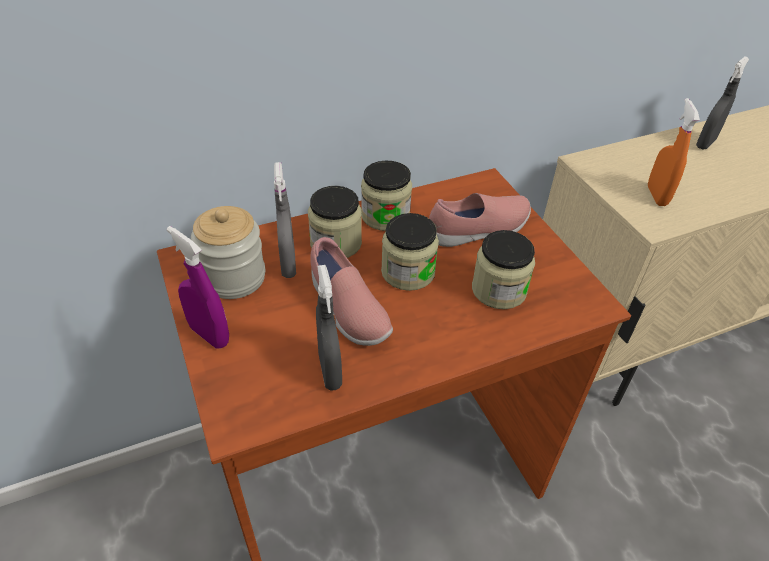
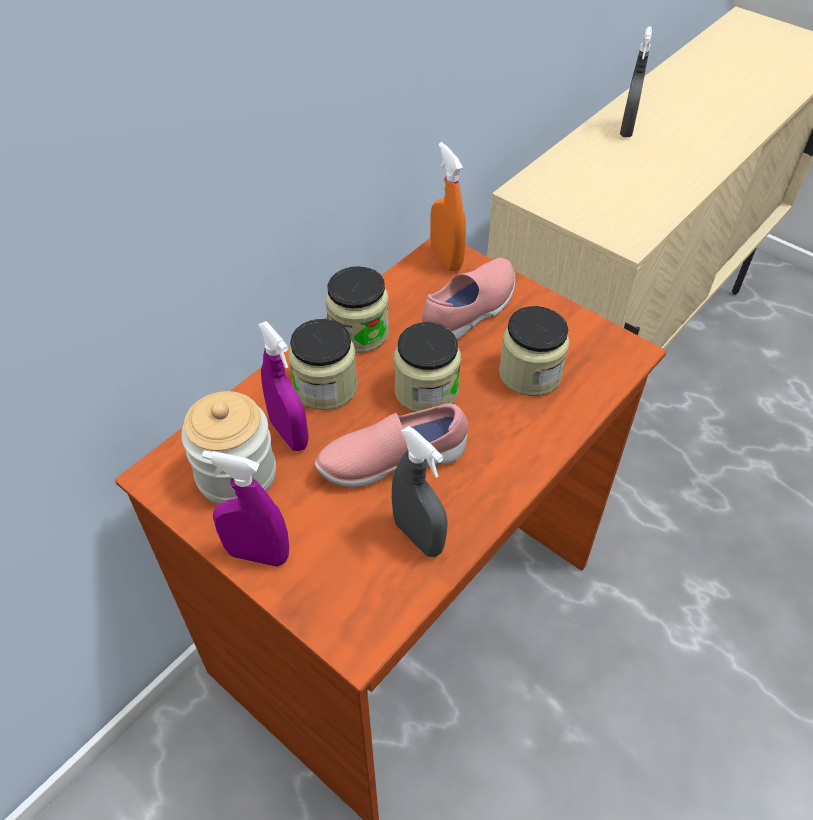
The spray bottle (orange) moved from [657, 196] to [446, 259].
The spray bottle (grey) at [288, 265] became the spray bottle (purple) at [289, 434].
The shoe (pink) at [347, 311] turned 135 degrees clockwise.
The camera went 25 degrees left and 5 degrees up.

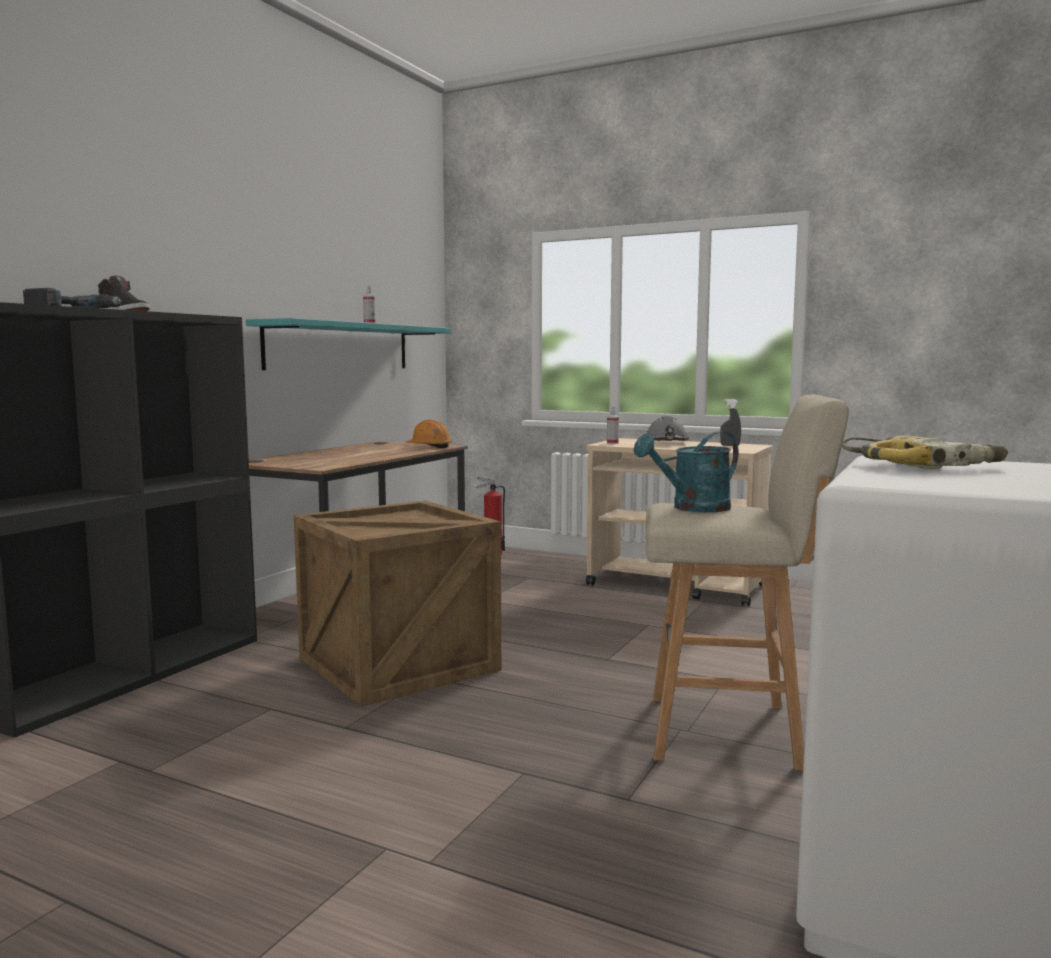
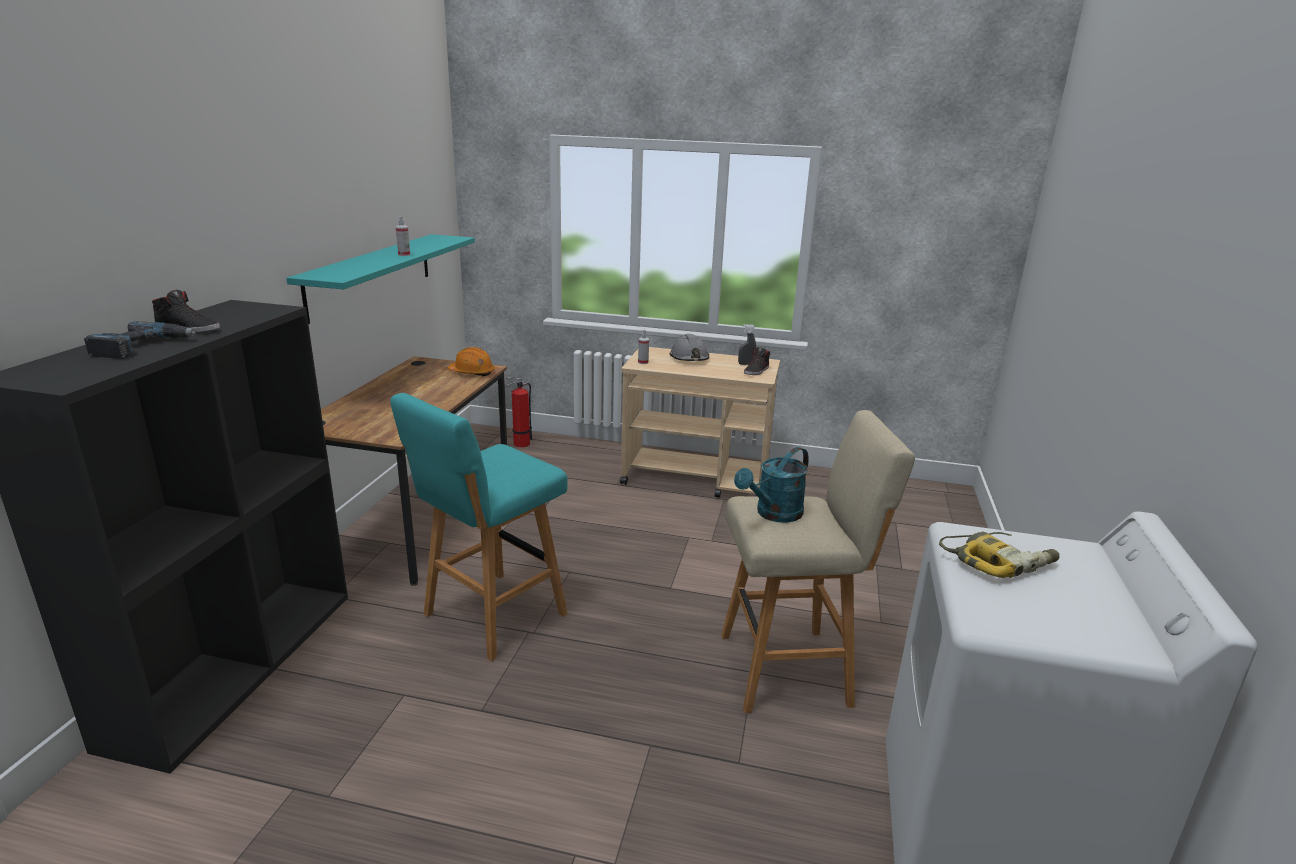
The shoe (black) at [757, 371] appeared.
The crate at [394, 663] was replaced by the stool (turquoise) at [491, 616].
The camera went 15 degrees left and 15 degrees up.

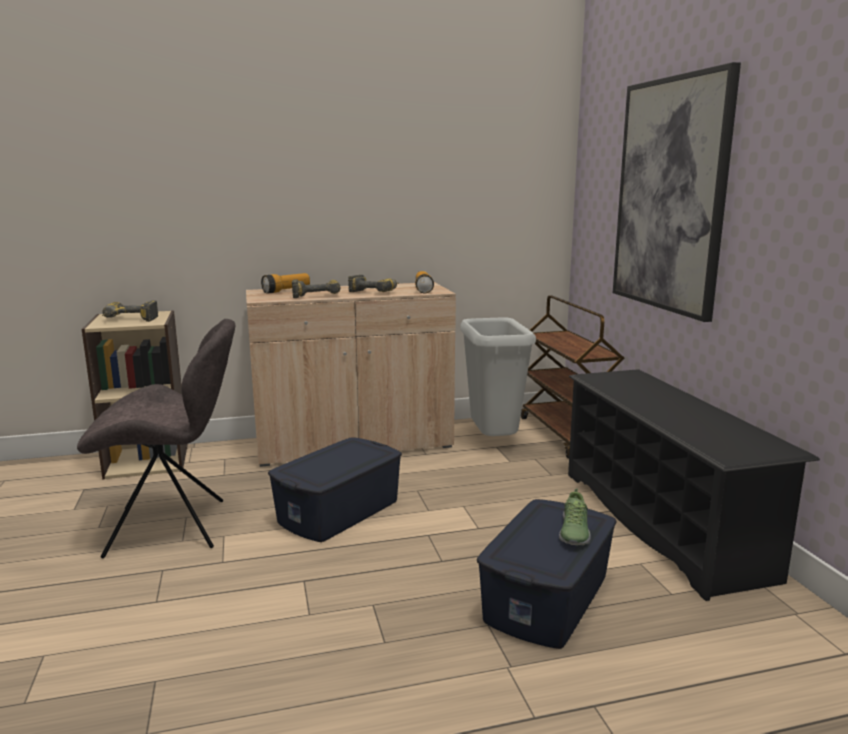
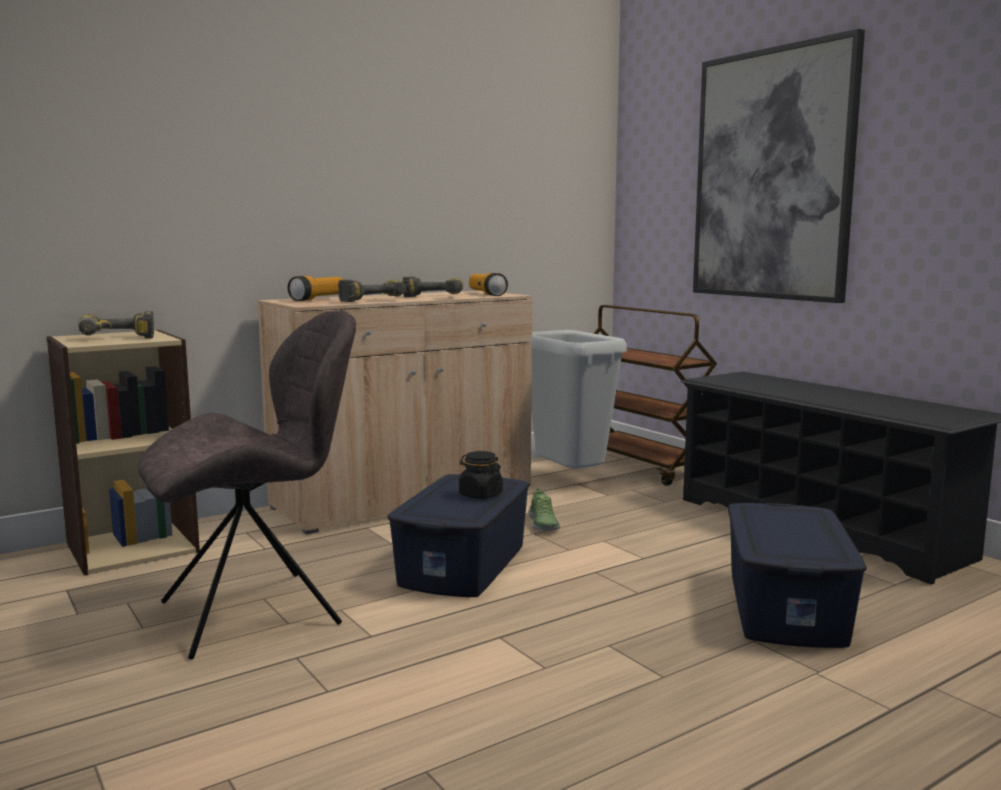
The jar (black) at [480, 495] appeared.
The shoe moved from [573, 532] to [542, 524].
The camera went 20 degrees left and 5 degrees down.

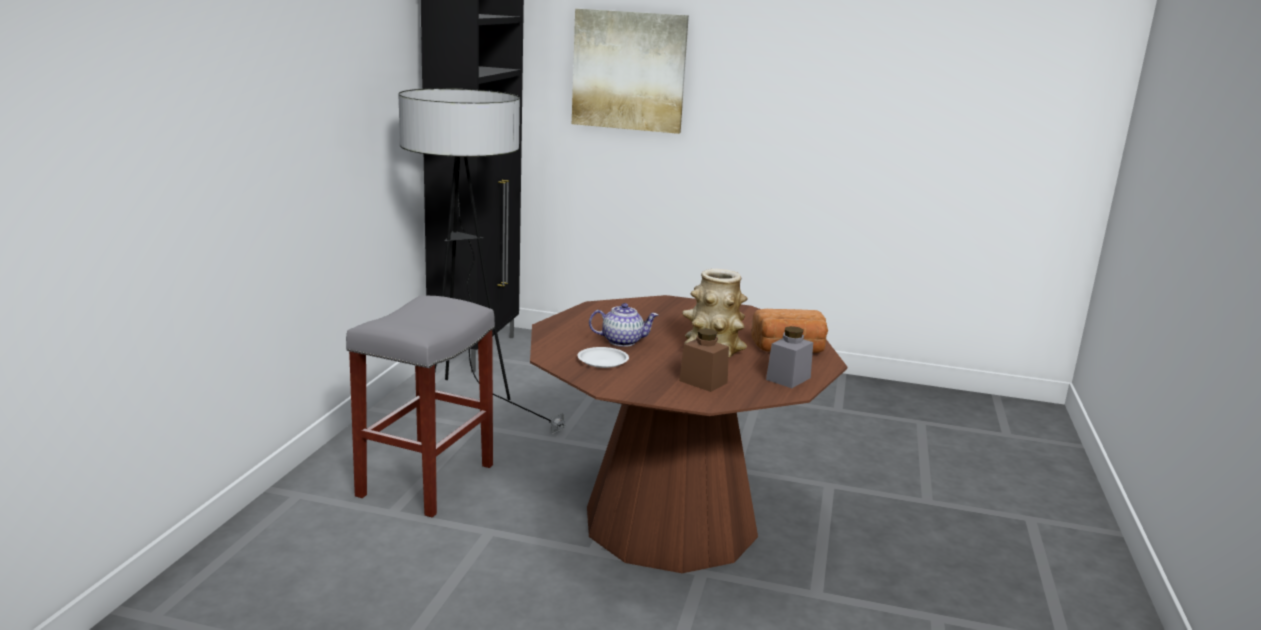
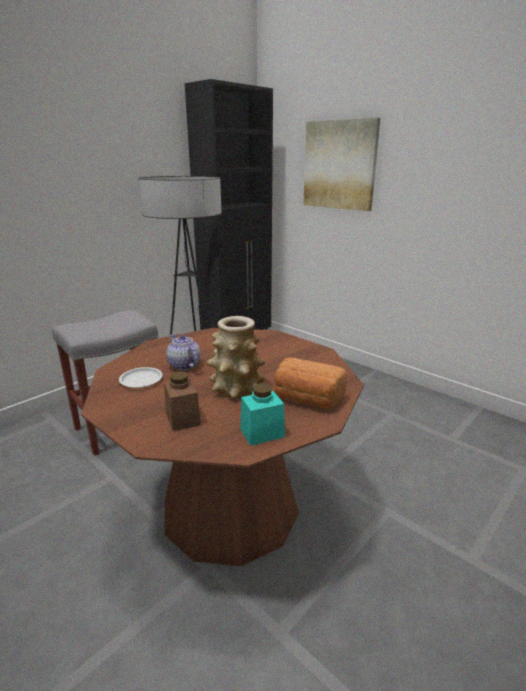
The jar (grey) at [788, 378] became the jar (turquoise) at [262, 433].
The teapot at [622, 341] turned 150 degrees counterclockwise.
The camera went 30 degrees right and 5 degrees up.

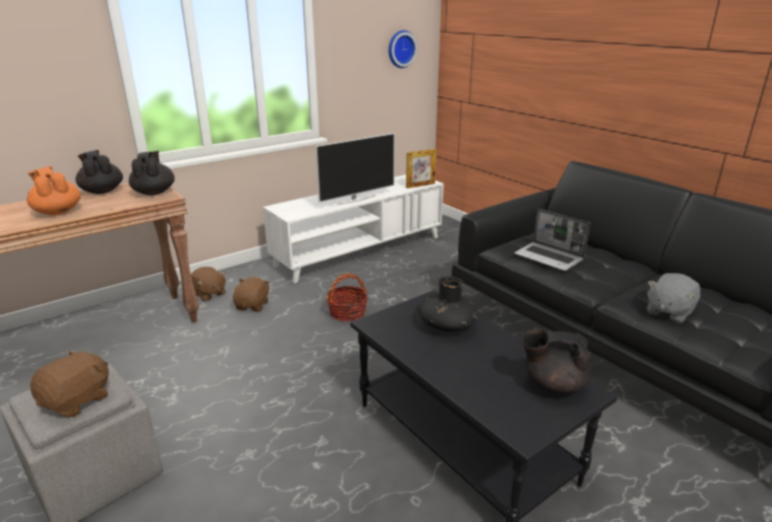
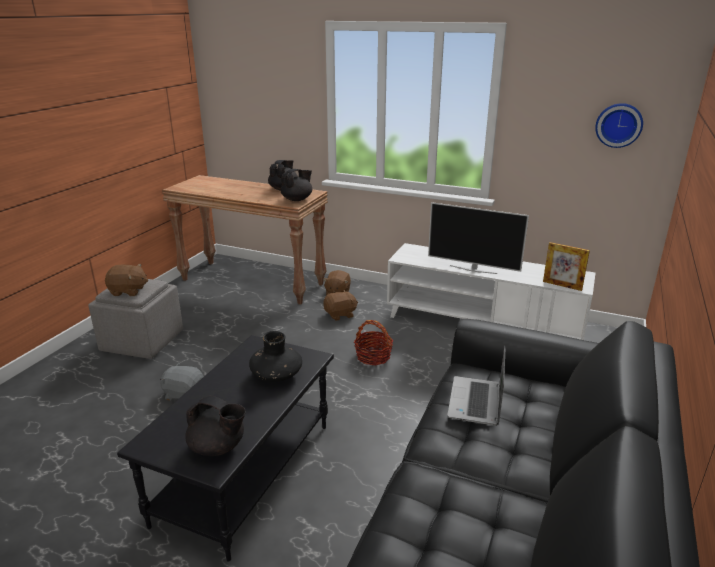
The teapot (orange) at [57, 211] disappeared.
The plush toy (grey) moved from [668, 312] to [183, 394].
The teapot (black) at [552, 384] turned 135 degrees clockwise.
The camera went 60 degrees right and 0 degrees up.

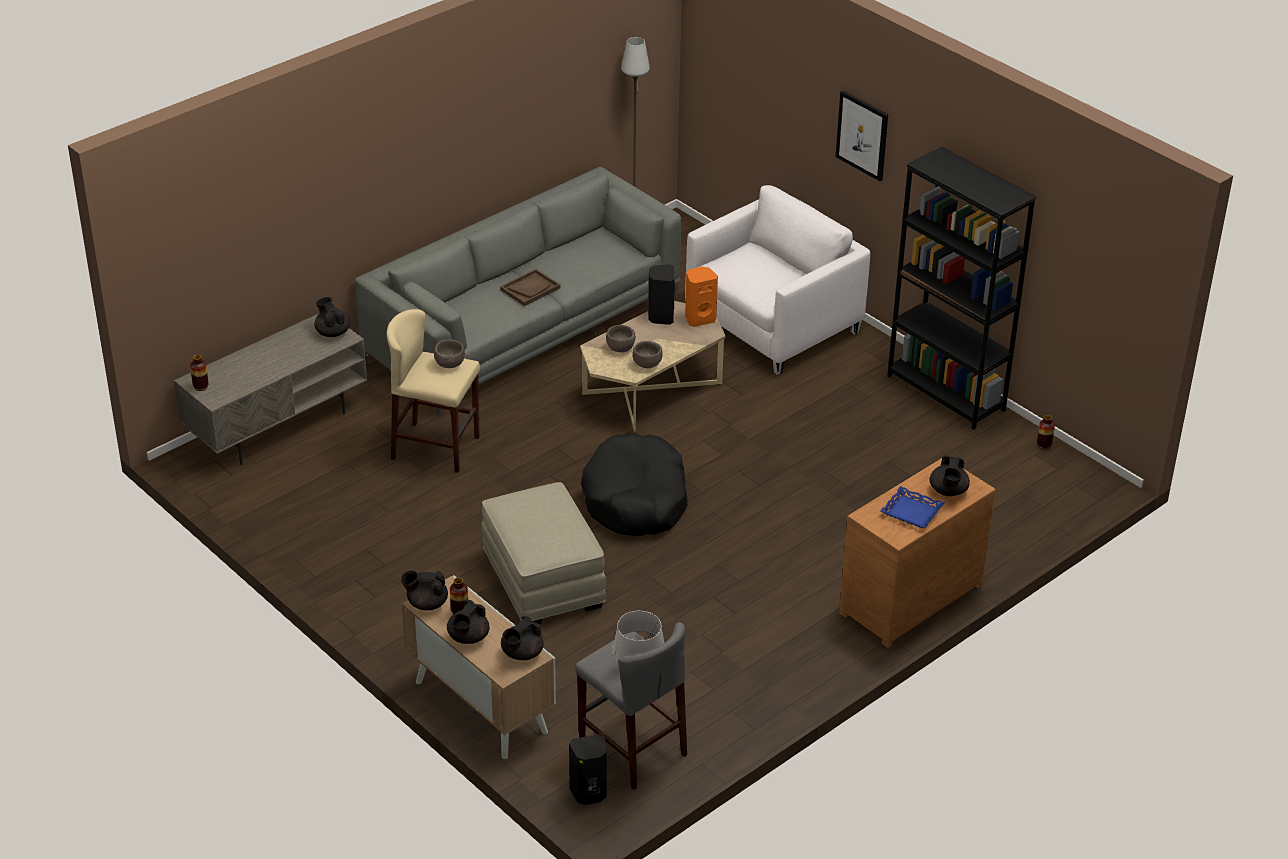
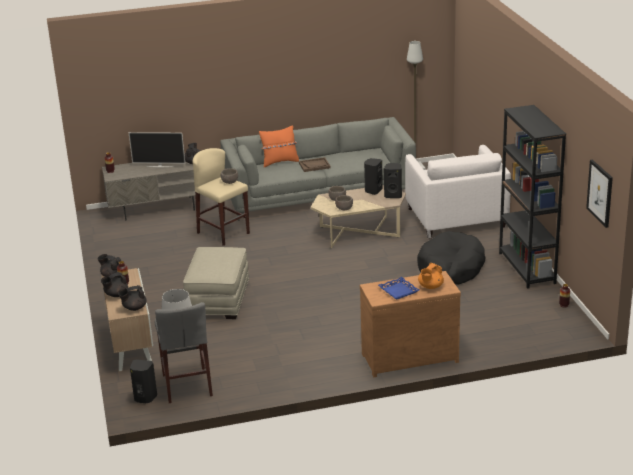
The television at [159, 166] appeared.
The pillow (orange) at [280, 162] appeared.
The dog bed (black) moved from [636, 499] to [451, 268].
The picture moved from [862, 135] to [600, 193].
The speaker (orange) at [699, 319] became the speaker (black) at [393, 195].
The teapot (black) at [948, 491] became the teapot (orange) at [430, 286].
The armchair (white) at [773, 324] turned 90 degrees clockwise.
The camera went 30 degrees right and 10 degrees down.

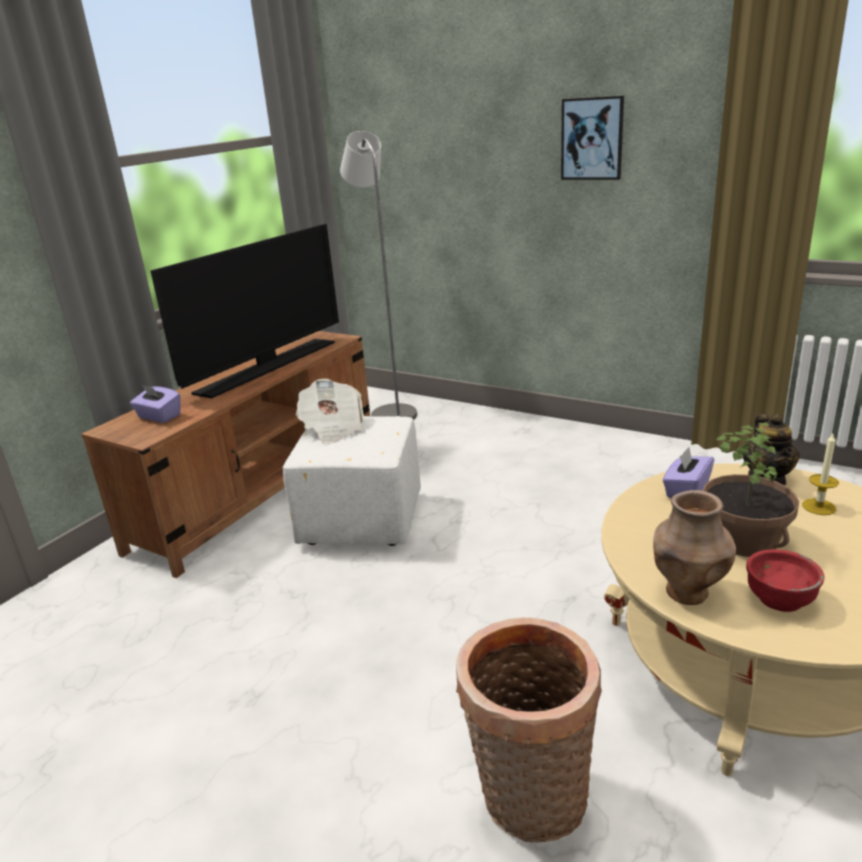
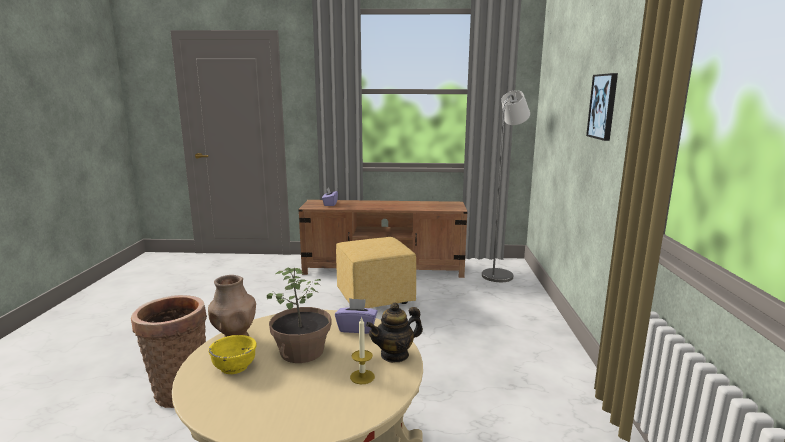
The television at [267, 367] disappeared.
The newspaper at [332, 428] disappeared.
The ottoman (white) at [360, 521] became the ottoman (yellow) at [375, 297].
The bowl (red) at [780, 599] became the bowl (yellow) at [234, 367].
The camera went 60 degrees right and 10 degrees down.

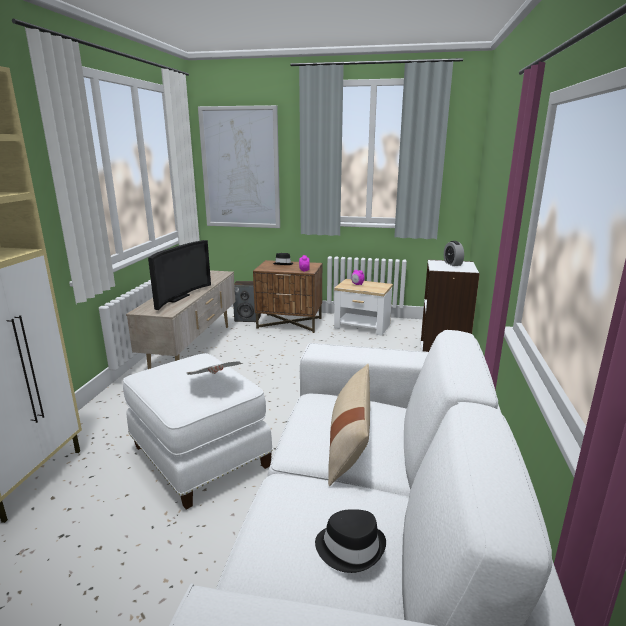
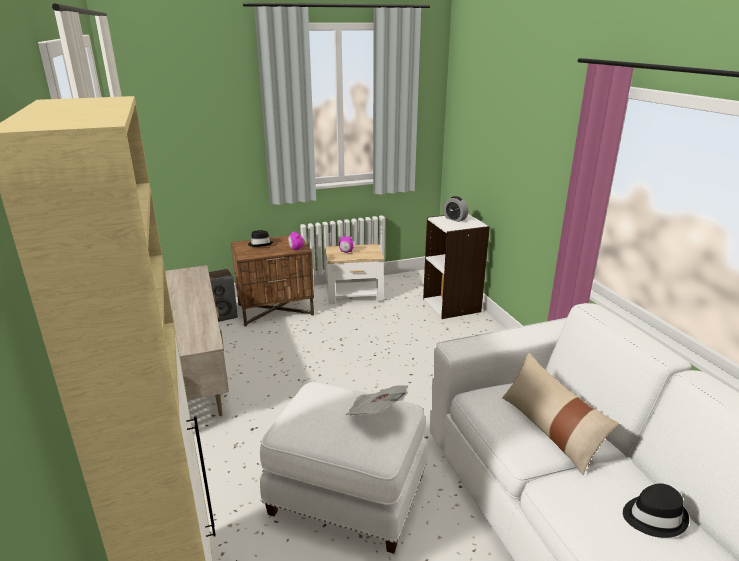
The television at [175, 298] disappeared.
The picture at [240, 168] disappeared.
The camera went 30 degrees left and 5 degrees up.

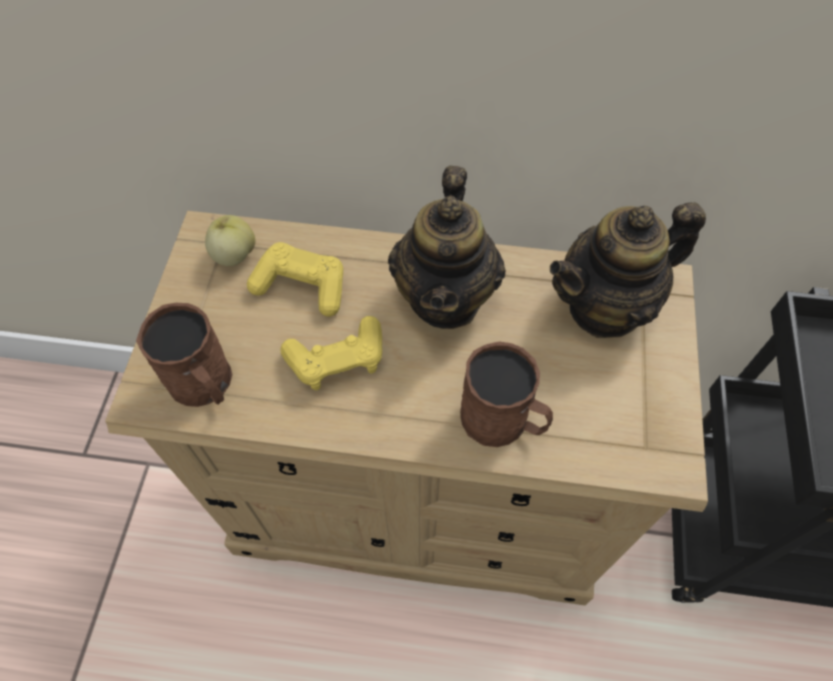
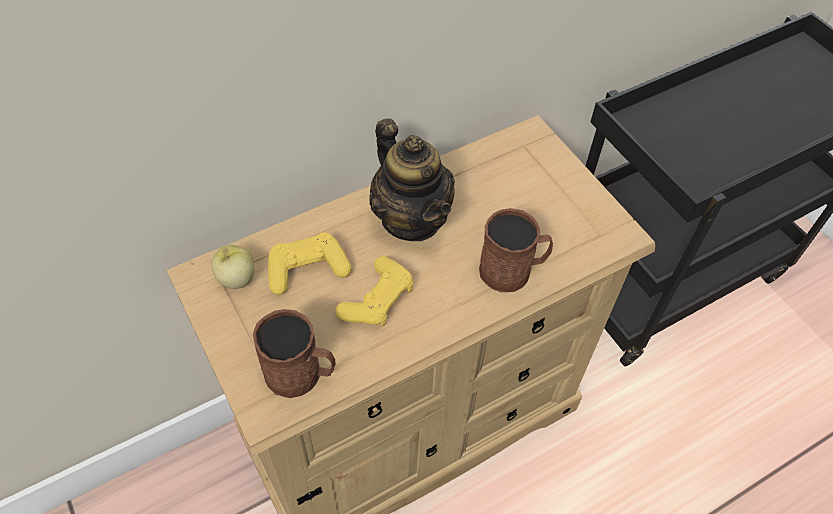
The teapot at [606, 307] disappeared.
The camera went 40 degrees left and 5 degrees down.

